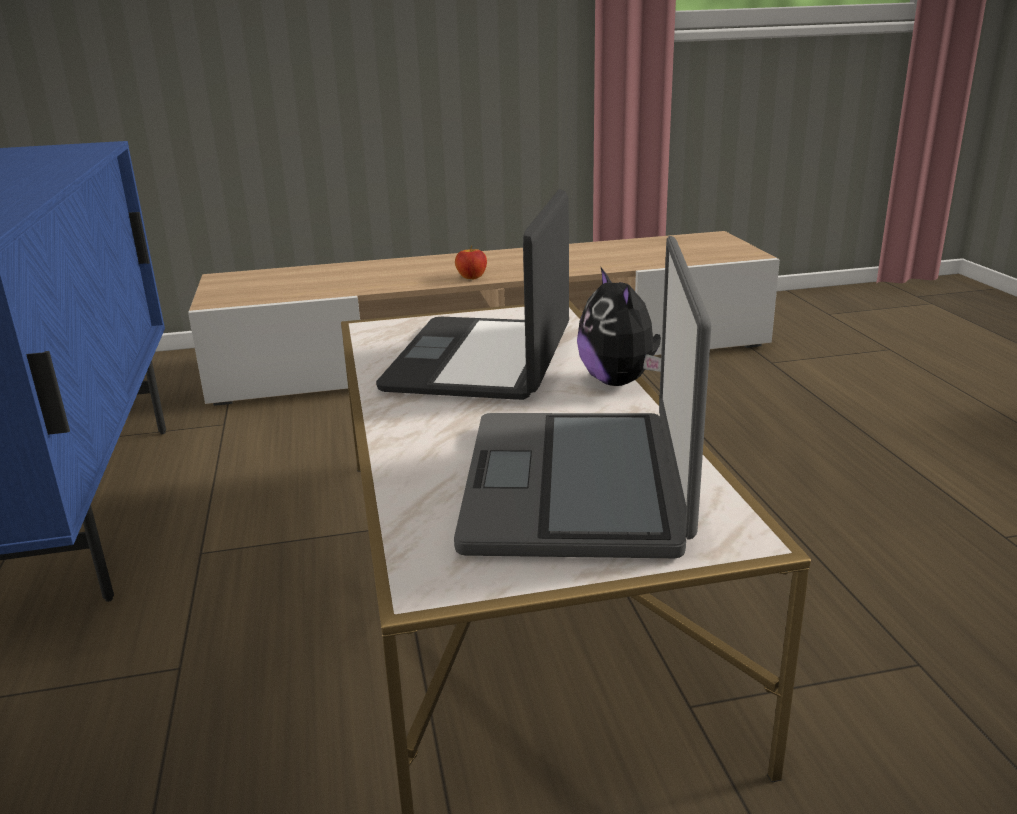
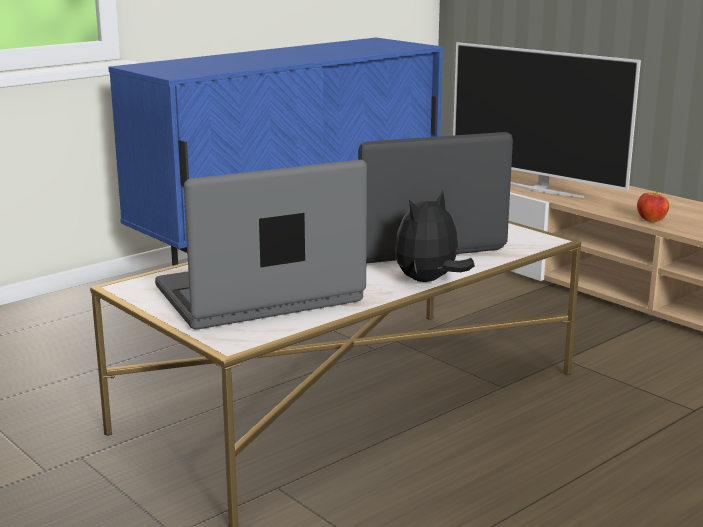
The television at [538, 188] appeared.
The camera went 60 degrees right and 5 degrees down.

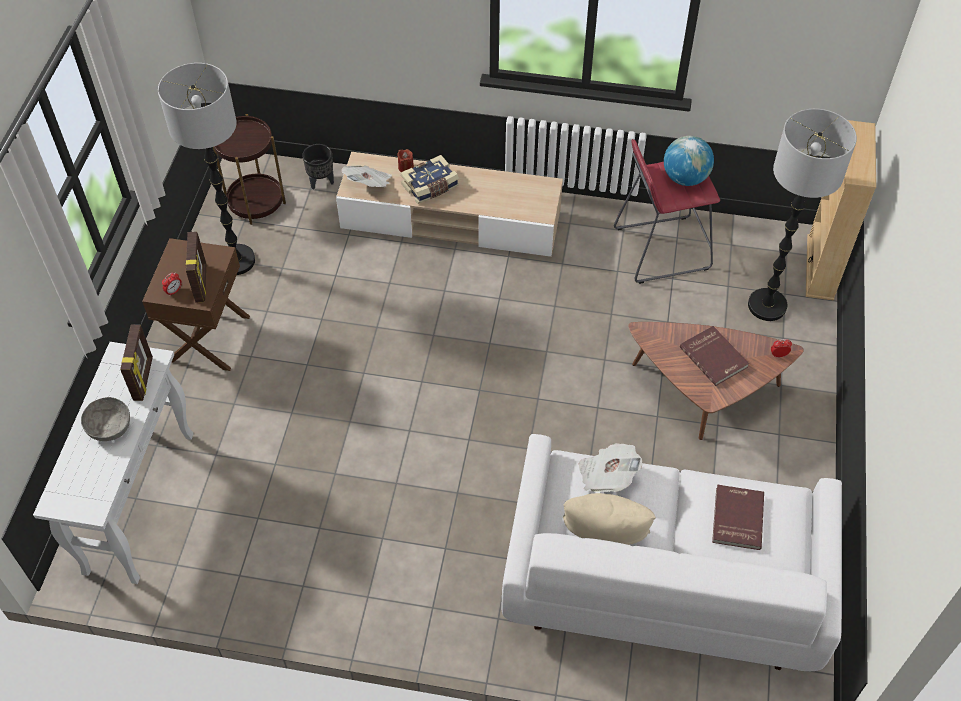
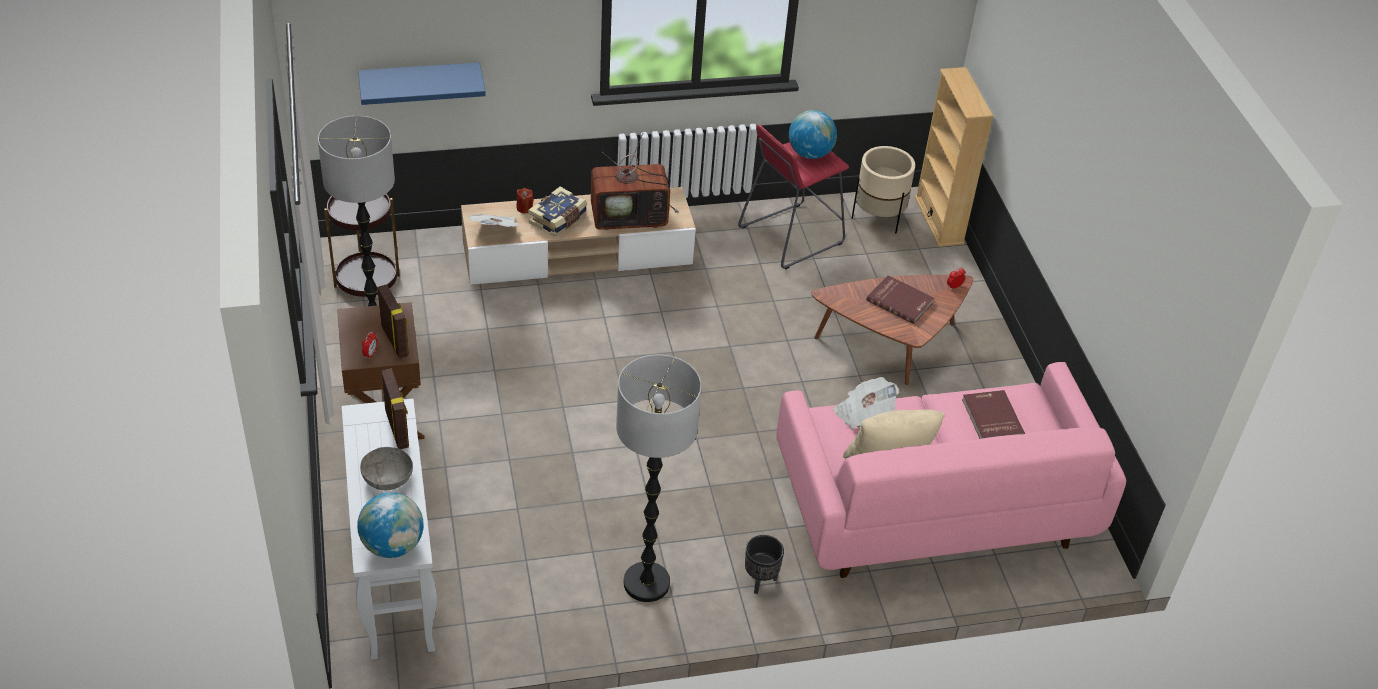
The globe at [393, 545] appeared.
The shelf (blue) at [420, 83] appeared.
The television at [631, 216] appeared.
The planter (beige) at [878, 218] appeared.
The planter (black) moved from [321, 182] to [760, 581].
The floor lamp moved from [767, 306] to [646, 583].
The sofa (white) at [662, 580] became the sofa (pink) at [933, 506].
The camera went 25 degrees left and 10 degrees down.

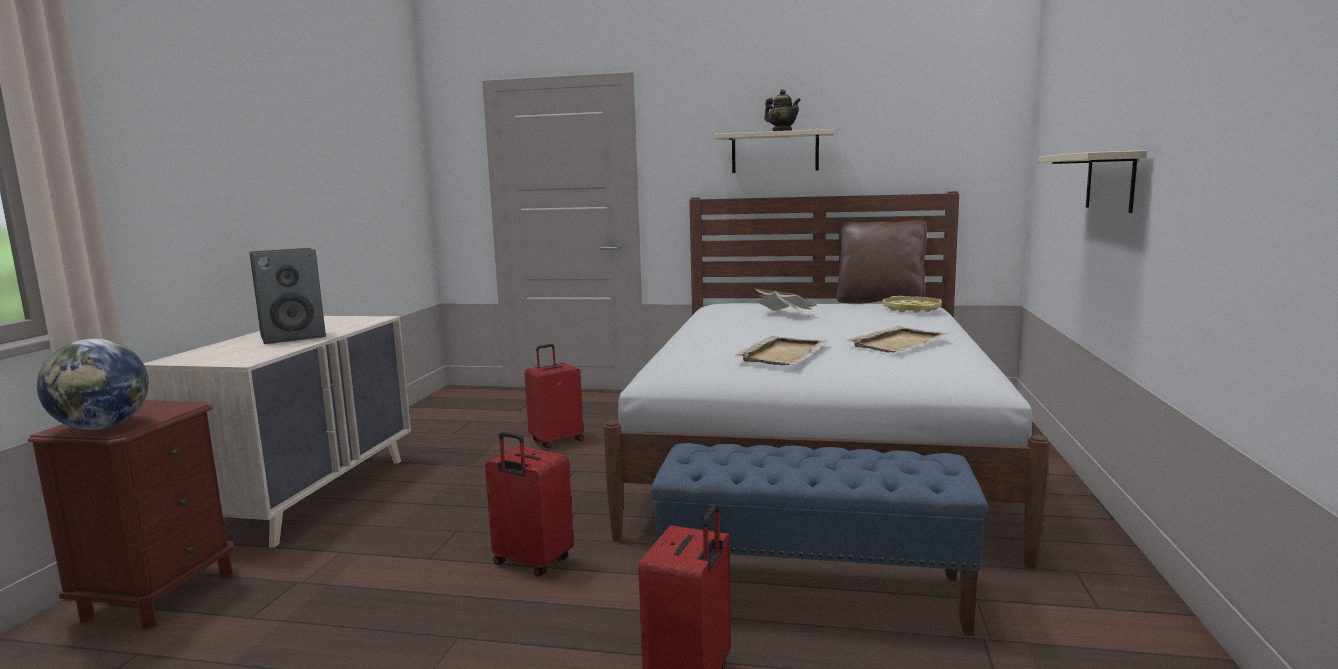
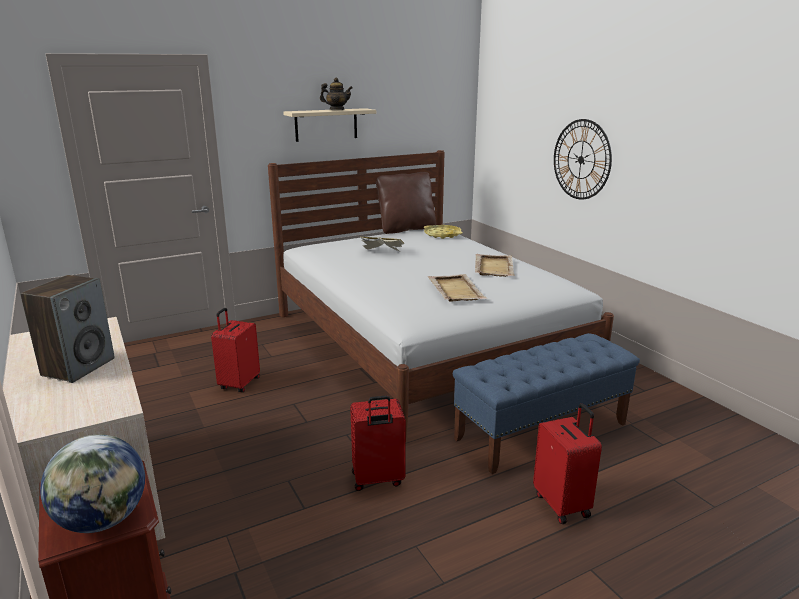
The shelf (beige) at [1110, 181] was replaced by the wall clock at [581, 159].
The camera went 40 degrees left and 10 degrees up.

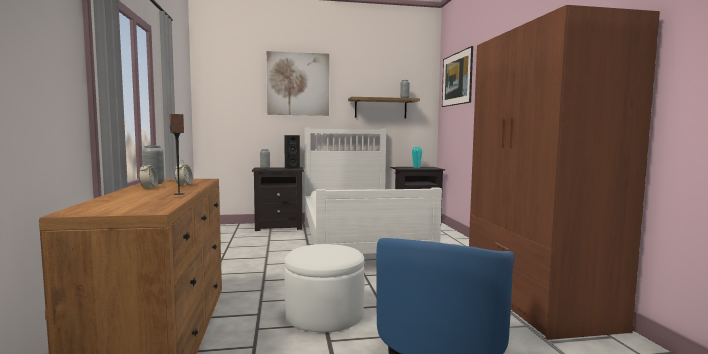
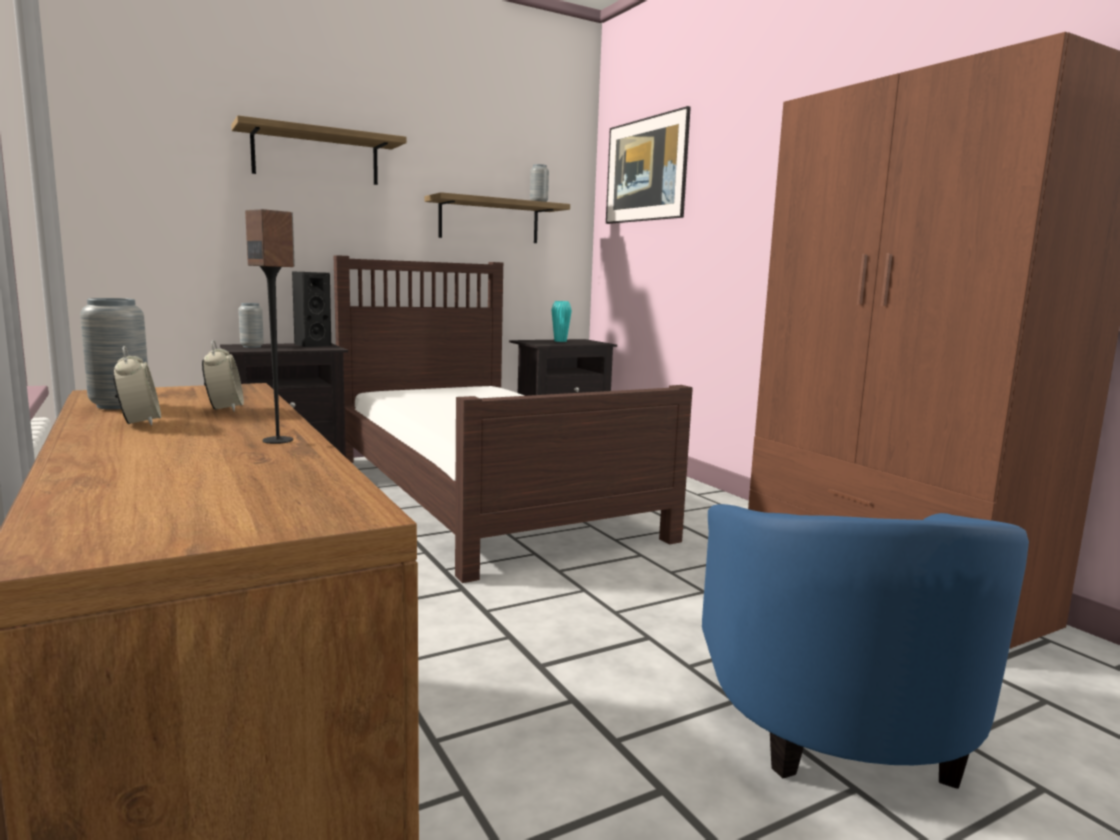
The ottoman (white) at [324, 314] disappeared.
The picture at [298, 84] was replaced by the shelf at [316, 157].
The bed (white) at [358, 241] became the bed (brown) at [483, 494].
The camera went 20 degrees left and 5 degrees up.

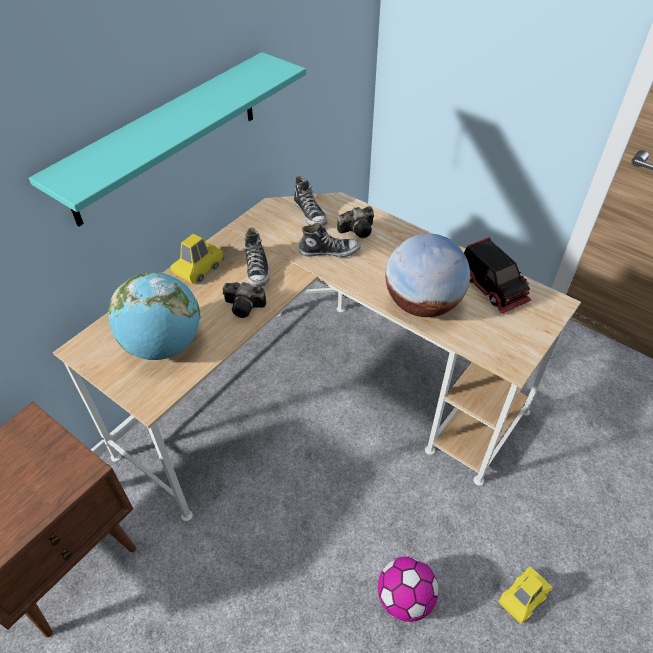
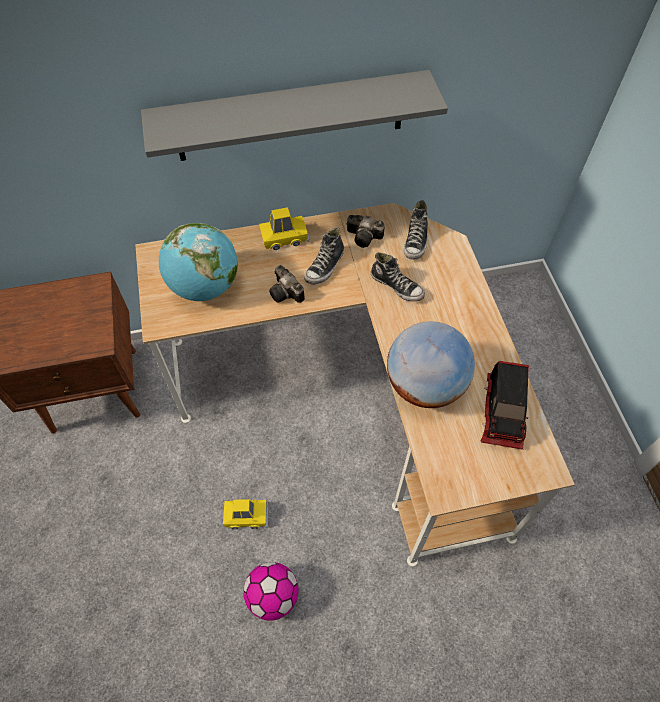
The photo camera moved from [359, 230] to [365, 237].
The toy car (yellow) moved from [523, 597] to [246, 515].
The shelf (turquoise) at [166, 137] became the shelf (grey) at [290, 117].
The camera went 40 degrees right and 10 degrees up.

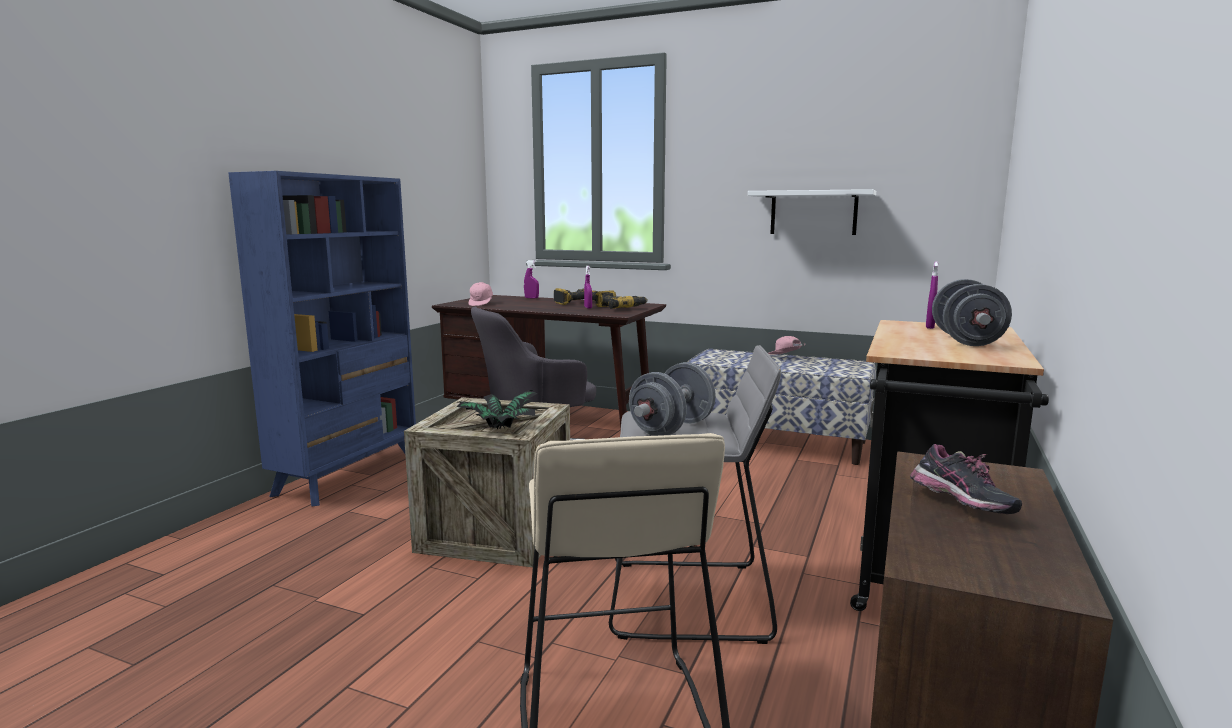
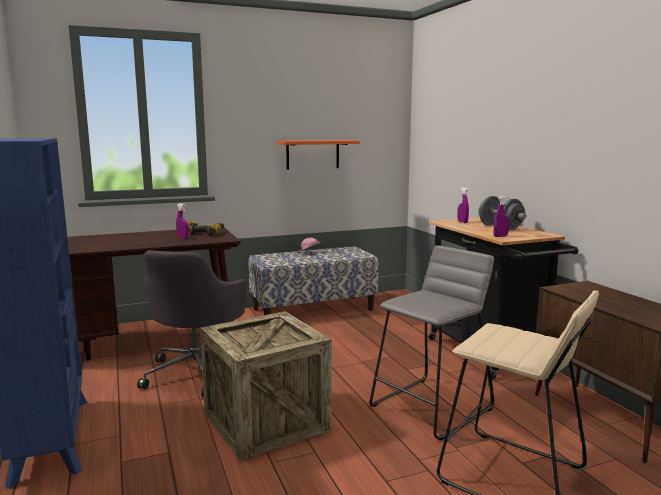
The potted plant at [499, 431] disappeared.
The cap (pink) at [481, 304] disappeared.
The power drill at [574, 302] disappeared.
The dumbbell (grey) at [671, 428] disappeared.
The shoe at [960, 506] disappeared.
The spray bottle (purple) moved from [531, 298] to [500, 236].
The shelf (white) at [813, 213] became the shelf (orange) at [312, 154].
The camera went 45 degrees left and 0 degrees up.

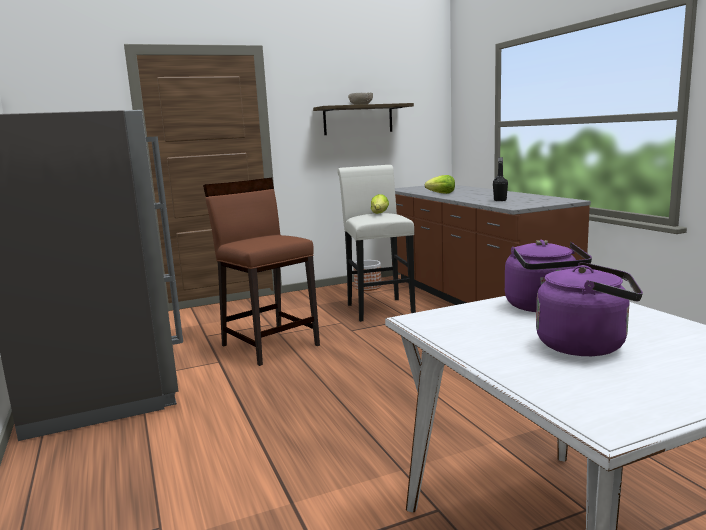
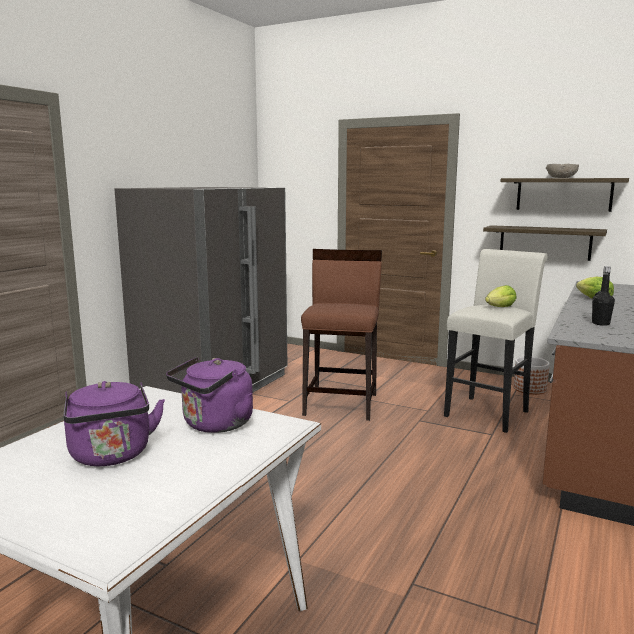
The shelf at [545, 242] appeared.
The camera went 50 degrees right and 0 degrees up.

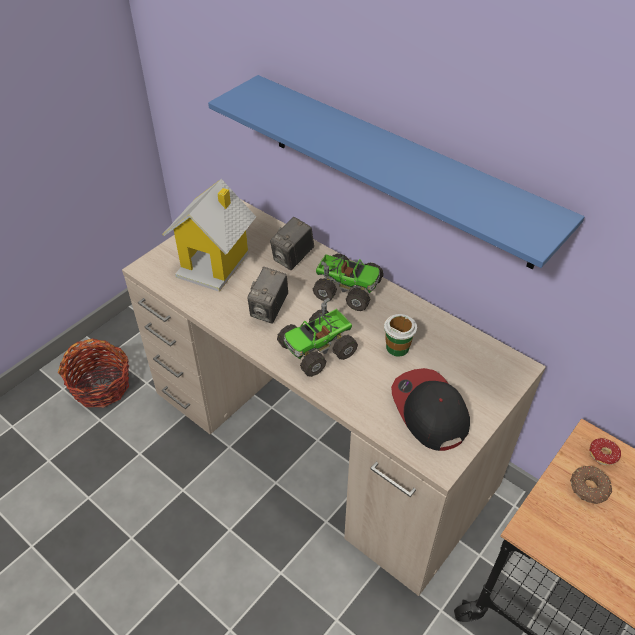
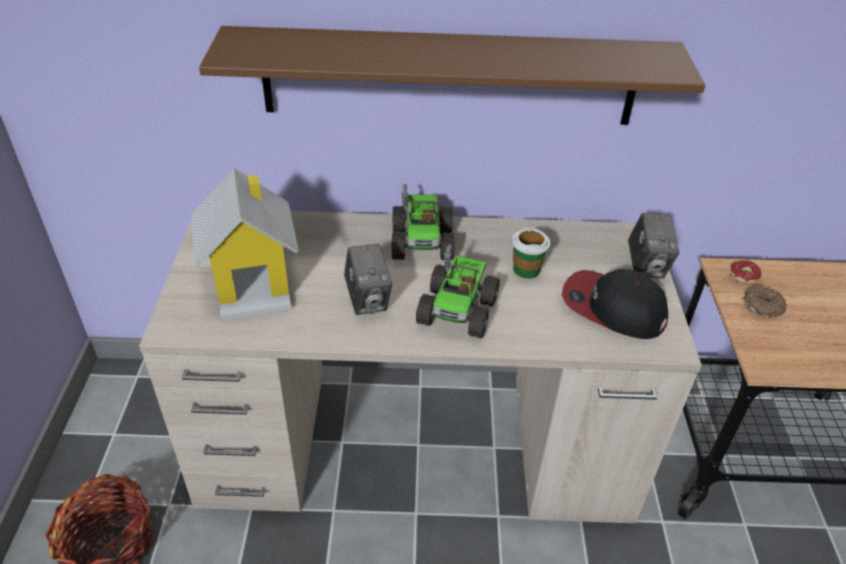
The photo camera moved from [293, 258] to [646, 265].
The shelf (blue) at [398, 169] became the shelf (brown) at [449, 76].
The toy truck at [347, 289] turned 105 degrees clockwise.
The camera went 40 degrees left and 5 degrees down.

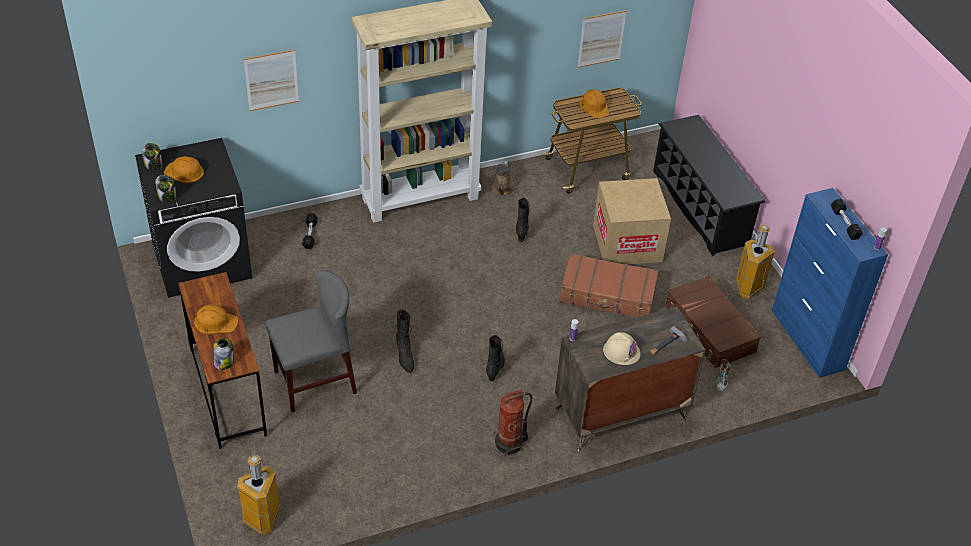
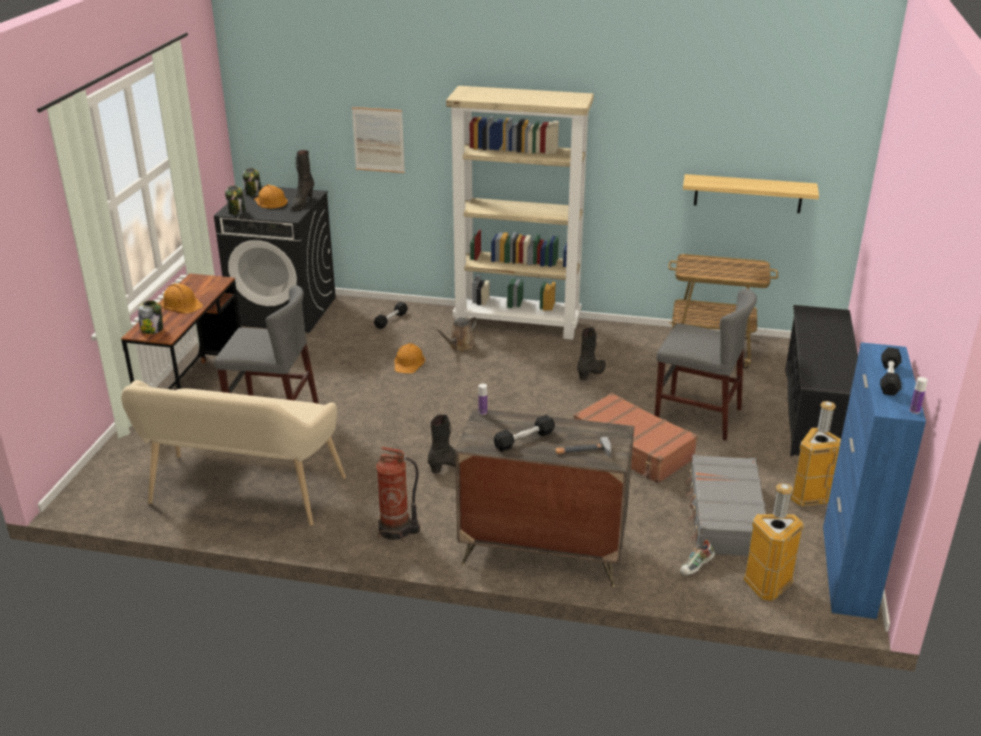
The bench (beige) at [241, 495] appeared.
The trash can moved from [263, 518] to [768, 586].
The boot (black) moved from [405, 356] to [302, 203].
The watering can (brown) moved from [502, 190] to [460, 347].
The hard hat (orange) moved from [595, 106] to [409, 362].
The picture at [601, 38] was replaced by the shelf at [748, 193].
The cardboard box at [627, 243] was replaced by the chair (grey) at [697, 415].
The hard hat (beige) at [621, 351] was replaced by the dumbbell (black) at [524, 440].
The suitcase (brown) at [709, 329] became the suitcase (grey) at [724, 517].
The camera went 35 degrees right and 15 degrees down.

